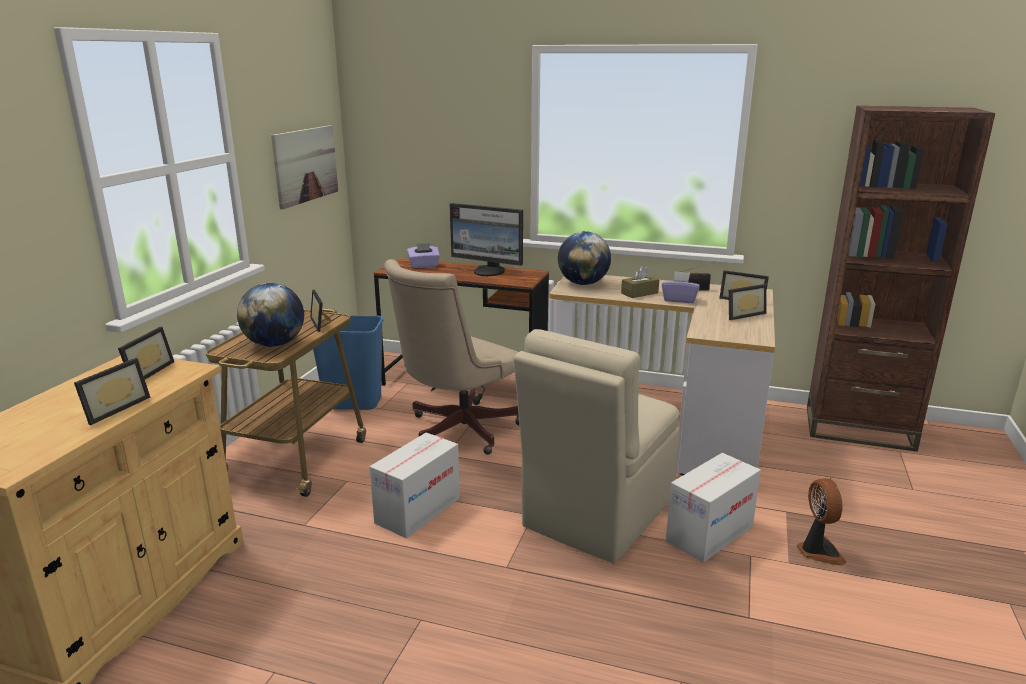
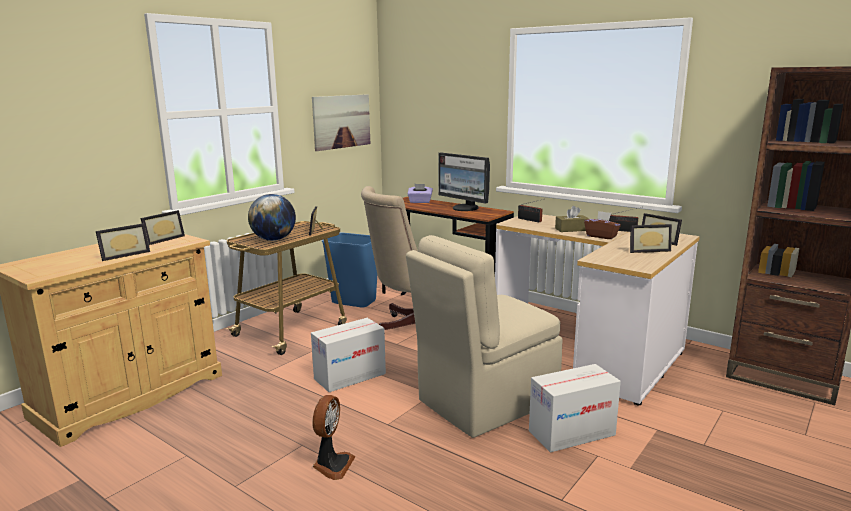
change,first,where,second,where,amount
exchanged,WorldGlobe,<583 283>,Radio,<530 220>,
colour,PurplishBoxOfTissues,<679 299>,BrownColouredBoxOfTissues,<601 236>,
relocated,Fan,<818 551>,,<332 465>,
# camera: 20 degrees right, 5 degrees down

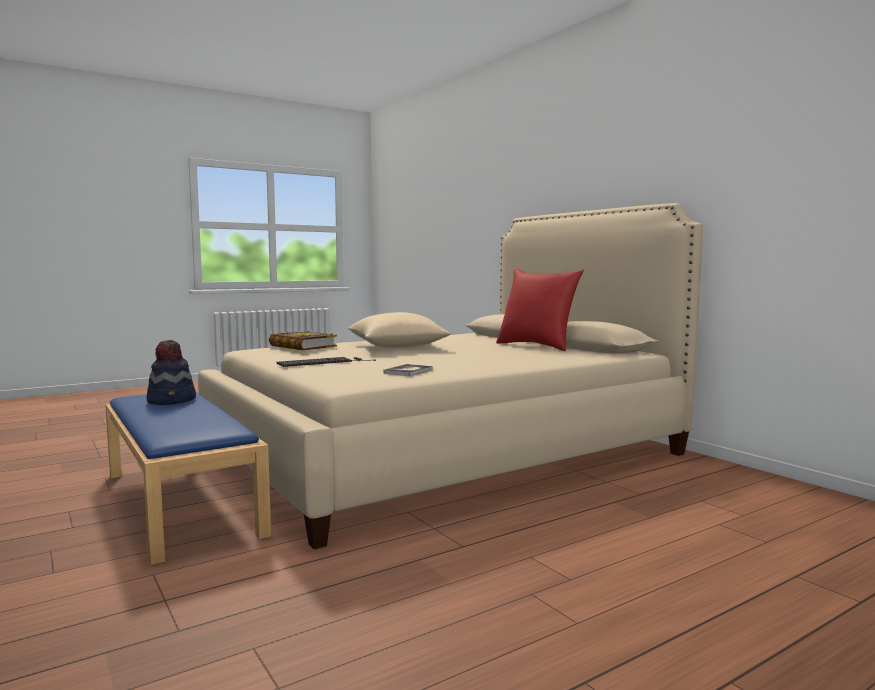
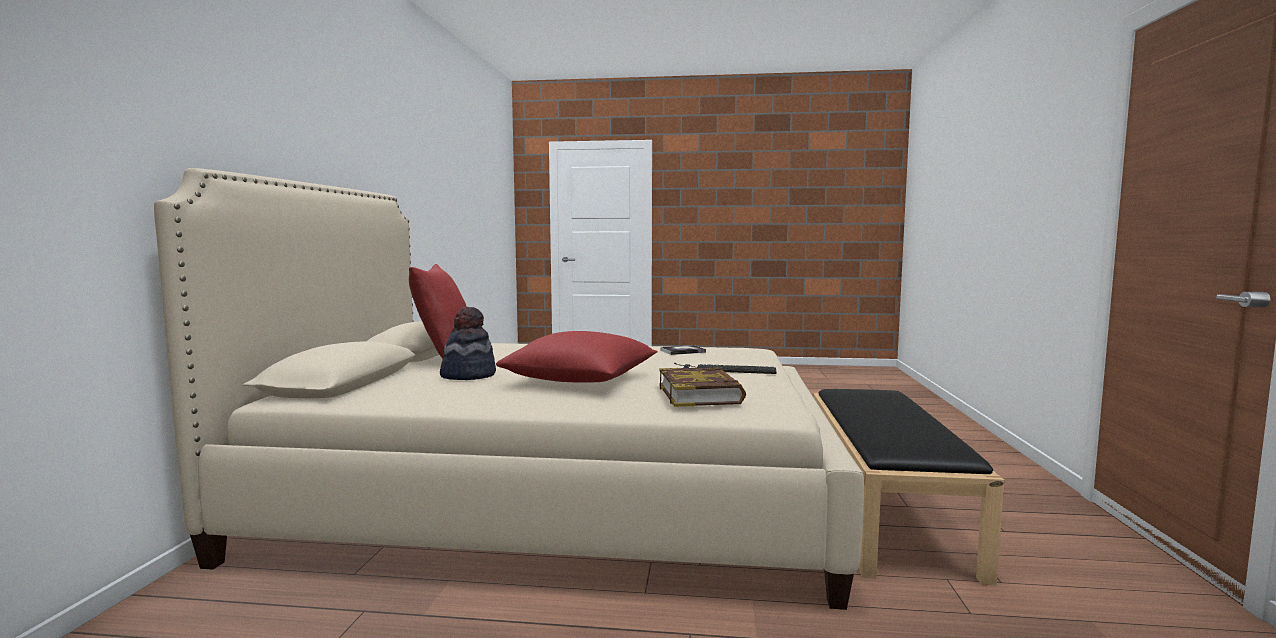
change,first,where,second,where,amount
colour,BlueColouredBench,<181 502>,BlackBench,<881 509>,
relocated,WearableHat,<172 401>,,<468 375>,
colour,SandColouredPillow,<397 347>,ReddishPillow,<581 380>,
# camera: 140 degrees left, 0 degrees up

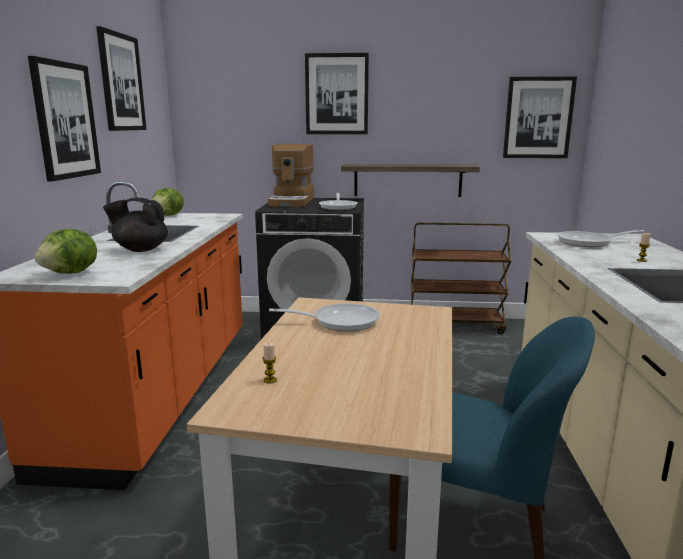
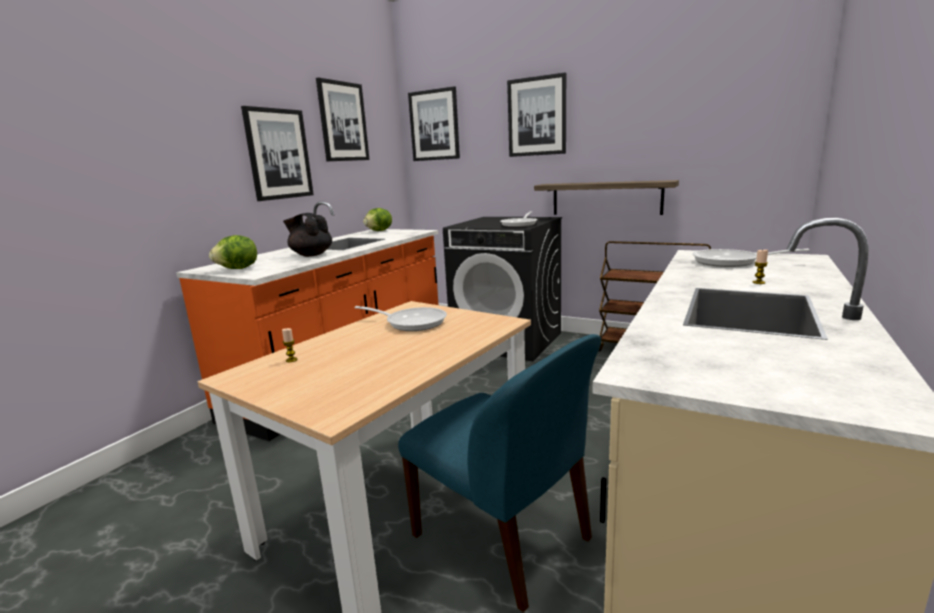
change,first,where,second,where,amount
missing,CoffeeMachine,<292 202>,,,
relocated,Picture,<538 118>,,<434 125>,
# camera: 25 degrees right, 0 degrees up

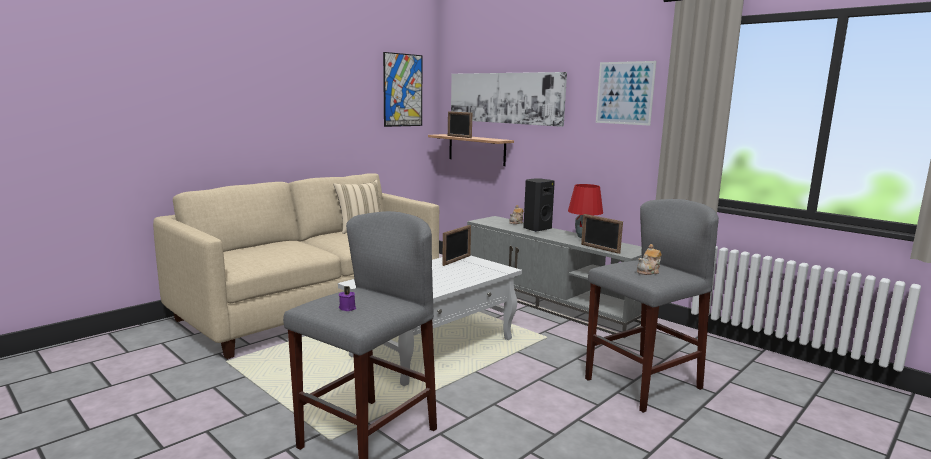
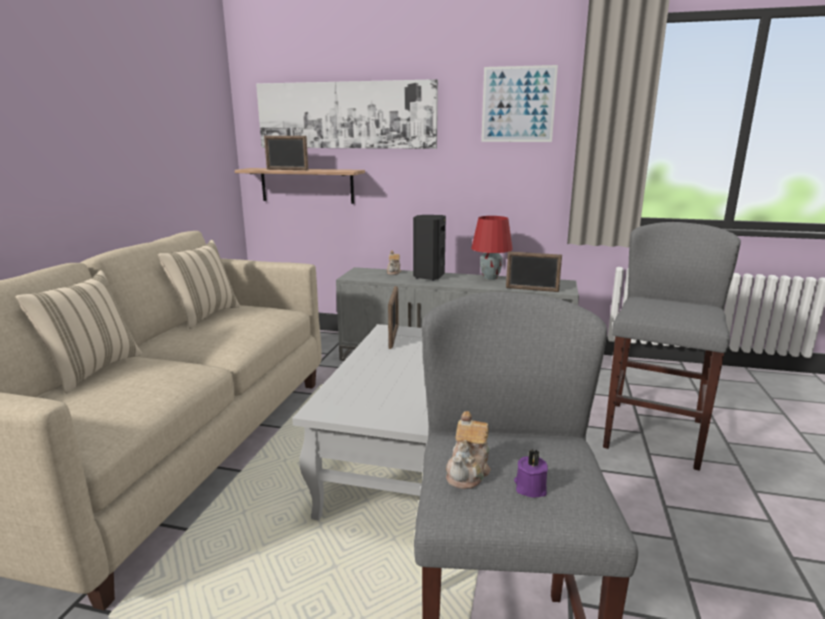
change,first,where,second,where,amount
missing,Picture,<403 90>,,,
relocated,TeaPot,<648 272>,,<468 471>,
appeared,,,SandColouredPillow,<92 370>,
# camera: 30 degrees left, 5 degrees up

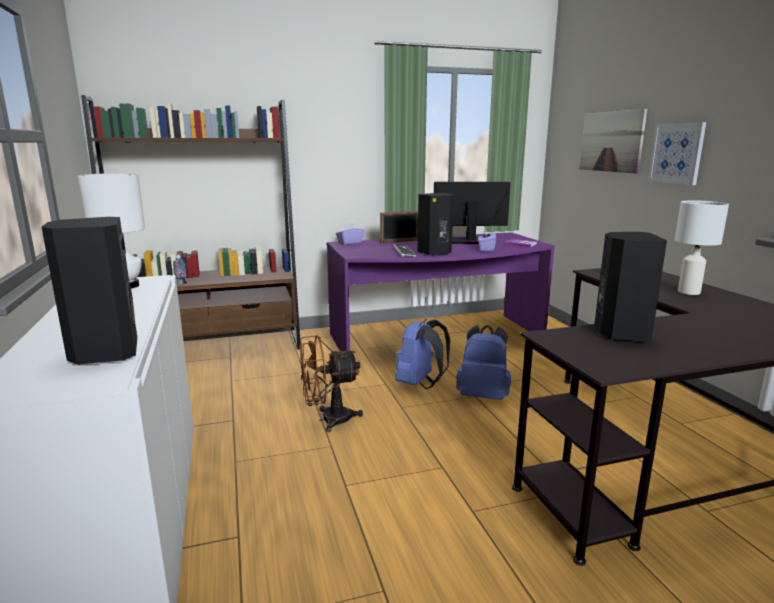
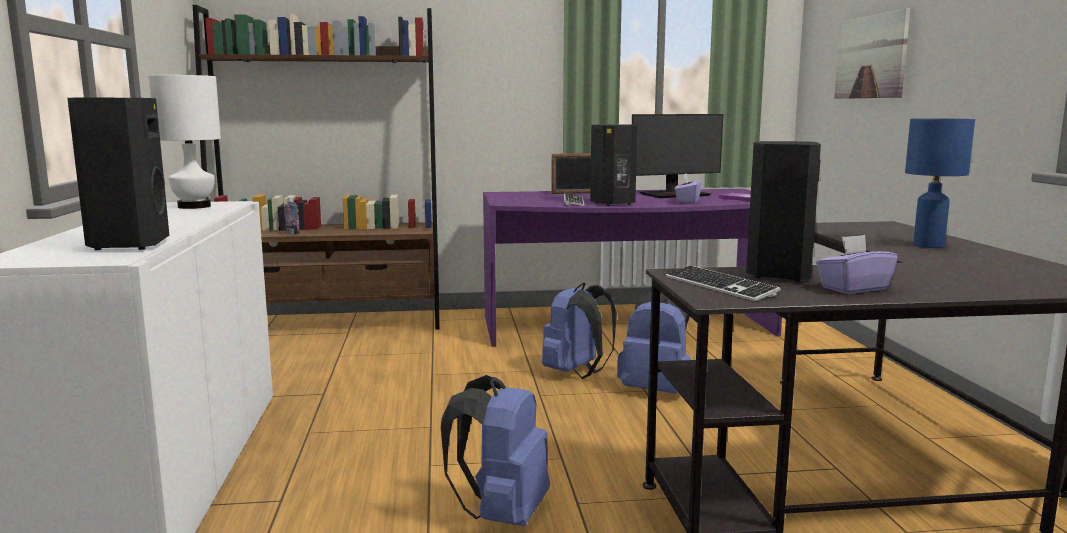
change,first,where,second,where,amount
missing,BrownColouredFan,<328 420>,,,
relocated,PurplishBoxOfTissues,<350 243>,,<853 288>,
spun,ComputerDisplay,<469 241>,,<674 194>,150 degrees clockwise
missing,Picture,<677 153>,,,
colour,WhiteTabletopLamp,<688 292>,BlueColouredTabletopLamp,<927 245>,
appeared,,,BlueColouredRucksack,<502 514>,
appeared,,,PcKeyboard,<719 286>,
# camera: 10 degrees right, 5 degrees down

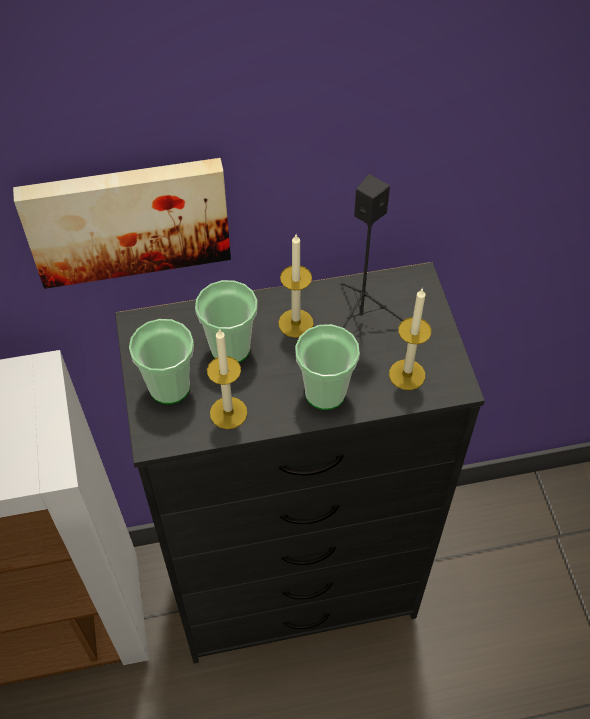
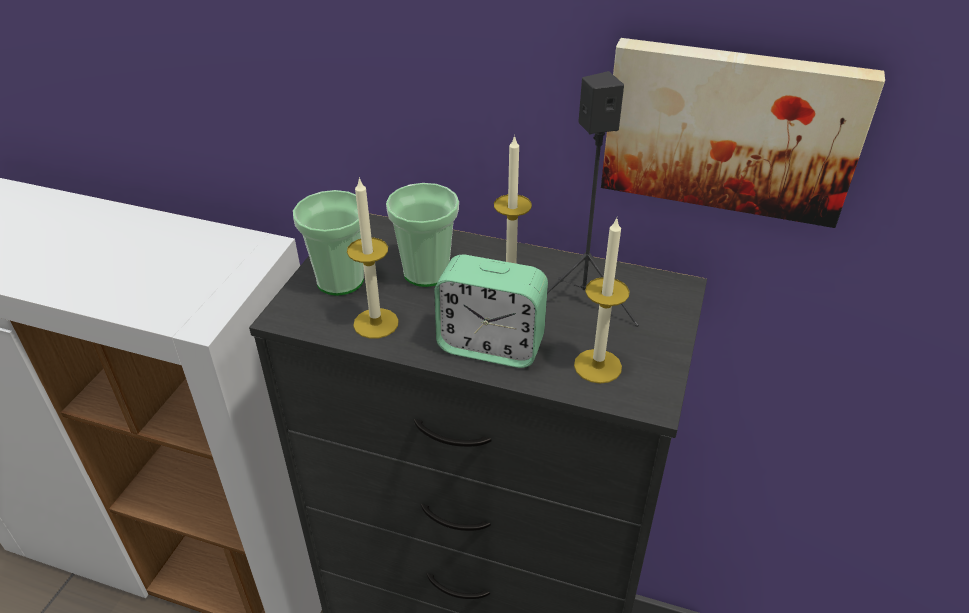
change,first,where,second,where,amount
relocated,Picture,<127 218>,,<730 129>,
exchanged,Cup,<325 392>,AlarmClock,<491 346>,
# camera: 30 degrees right, 15 degrees down

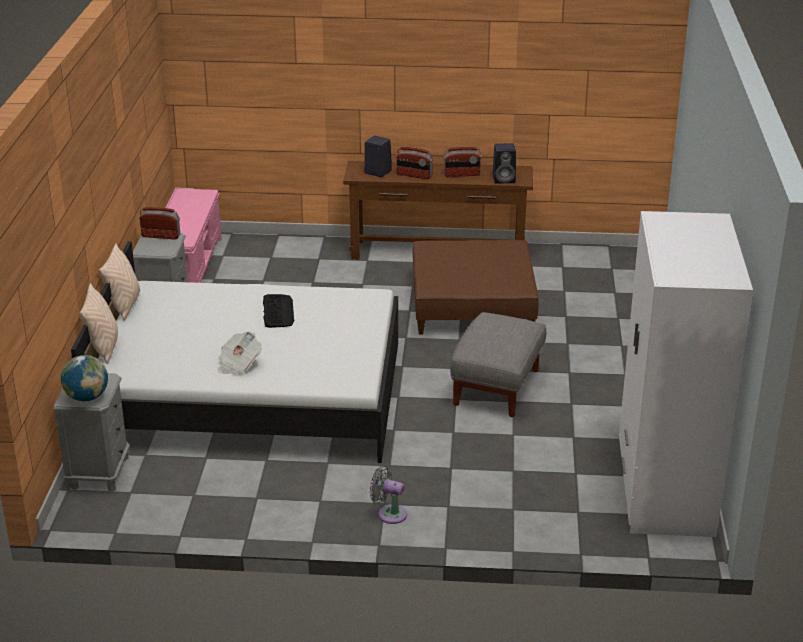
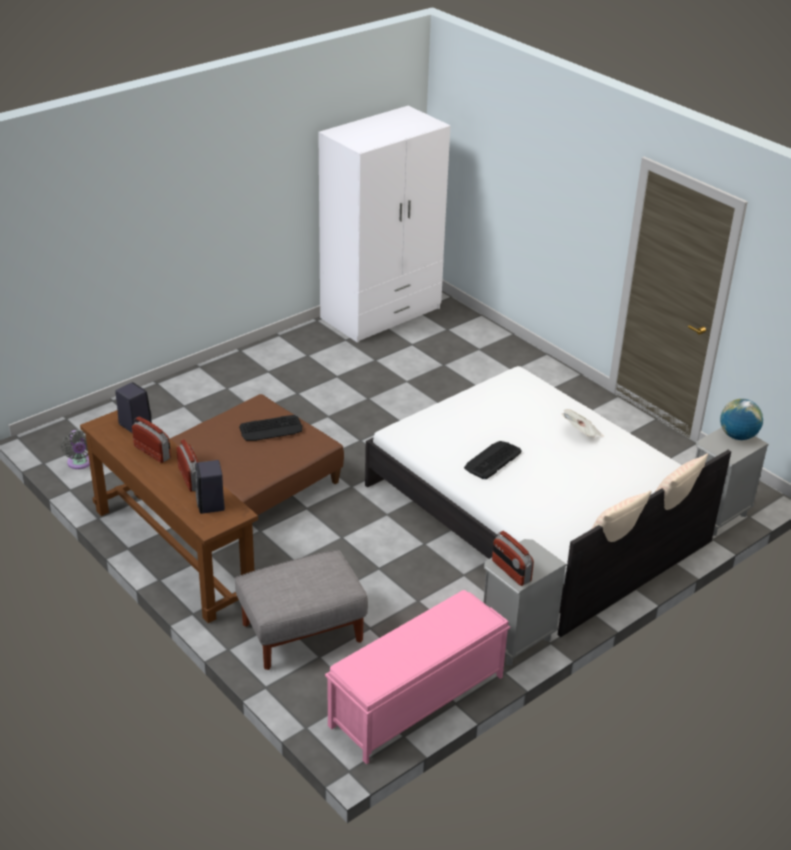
change,first,where,second,where,amount
relocated,GrayFan,<389 513>,,<80 463>,
relocated,GrayOttoman,<496 388>,,<303 632>,
appeared,,,PcKeyboard,<271 429>,
# camera: 135 degrees left, 5 degrees up

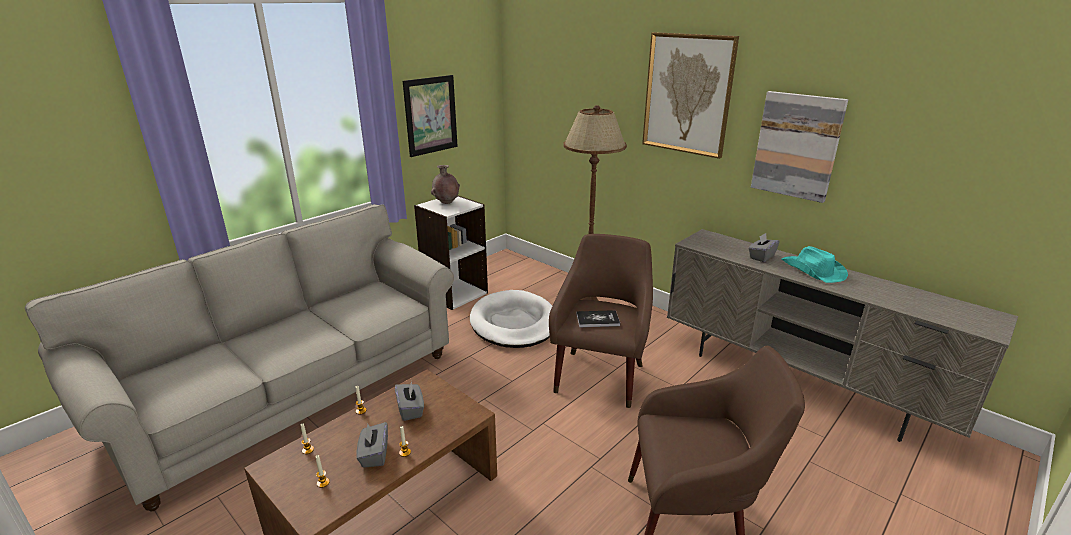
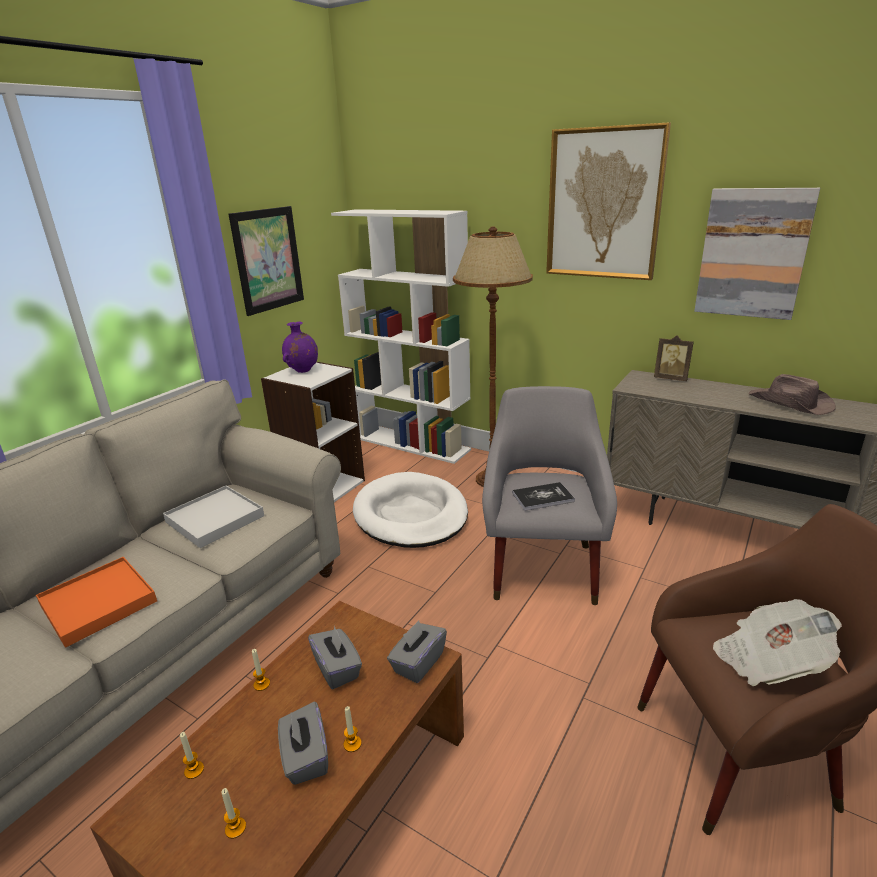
change,first,where,second,where,amount
colour,BrownColouredVase,<446 202>,PurplishVase,<302 371>,
colour,BrownColouredLoungeChair,<600 374>,GrayLoungeChair,<543 565>,
relocated,GrayBoxOfTissues,<761 257>,,<418 663>,
colour,TurquoiseWearableHat,<813 271>,BrownColouredWearableHat,<790 403>,
appeared,,,OrangeyServingTray,<98 603>,
appeared,,,WhiteServingTray,<215 519>,
appeared,,,WhiteShelvingUnit,<412 444>,
appeared,,,StandingFrame,<671 378>,
appeared,,,PrintedPaper,<768 661>,
# camera: 10 degrees left, 0 degrees up

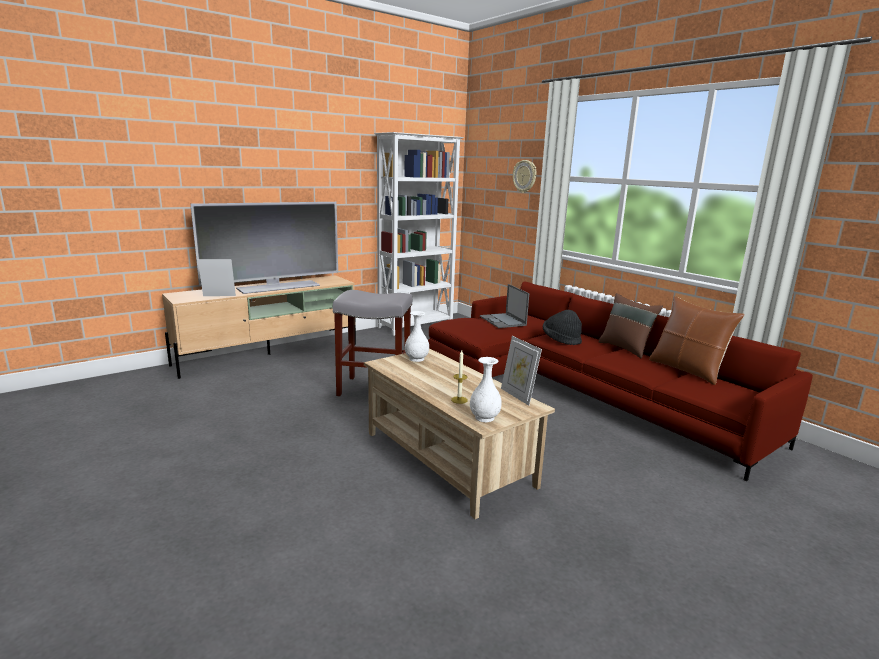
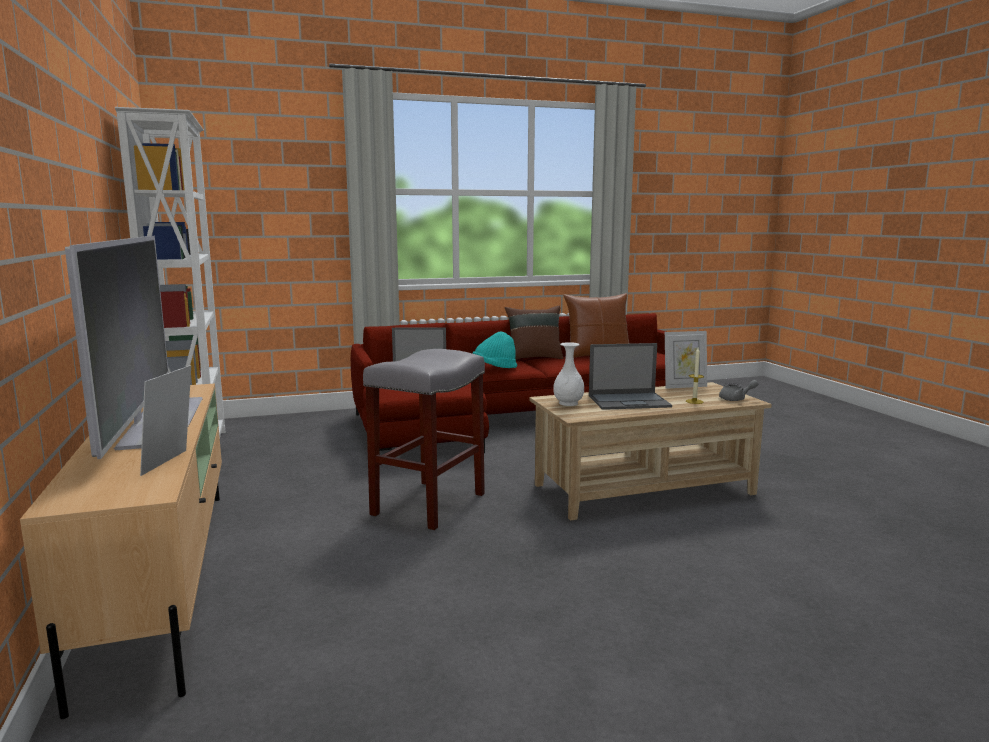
change,first,where,second,where,amount
exchanged,WhiteVase,<485 418>,GrayTeaPot,<736 399>,
missing,HangingClock,<525 176>,,,
colour,BlackWearableHat,<561 340>,TurquoiseWearableHat,<494 368>,
appeared,,,Laptop,<629 401>,
# camera: 70 degrees left, 5 degrees down

